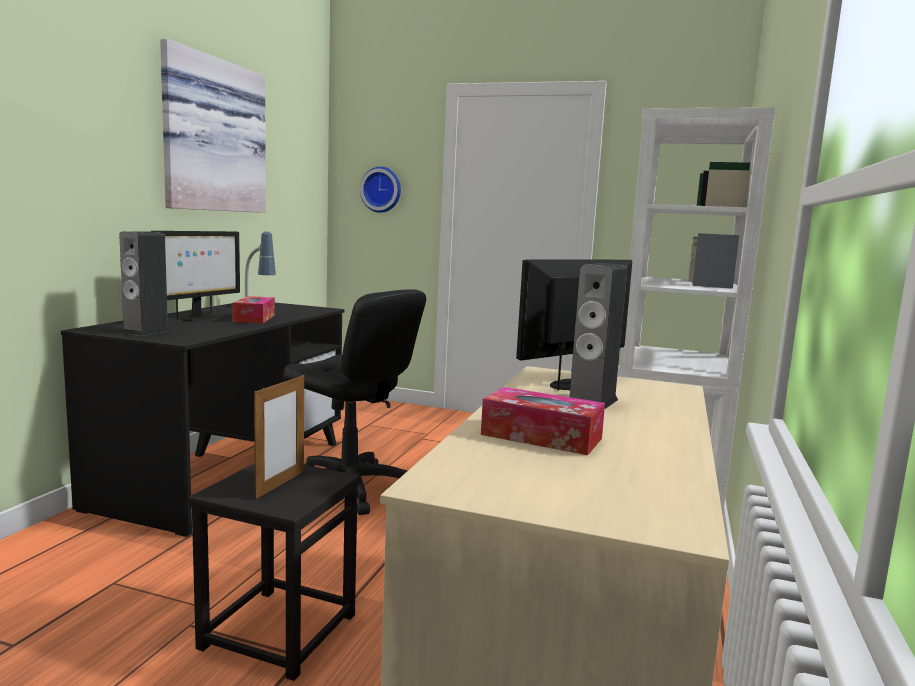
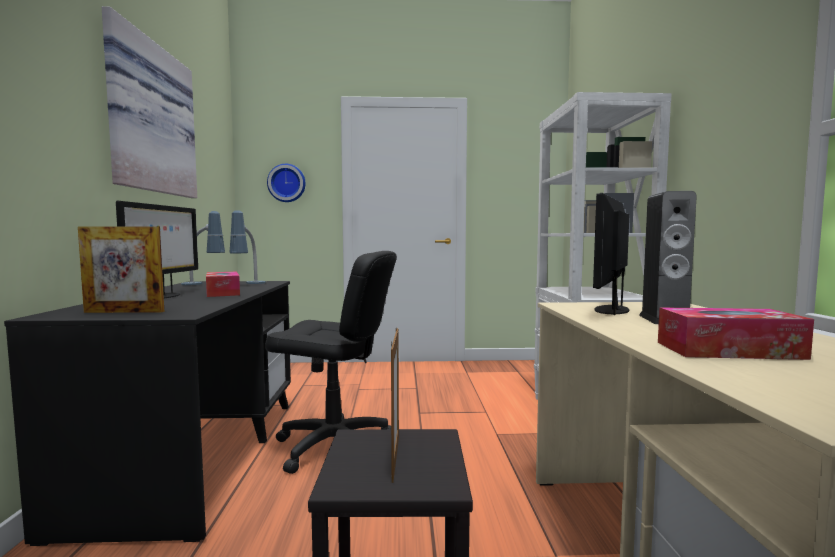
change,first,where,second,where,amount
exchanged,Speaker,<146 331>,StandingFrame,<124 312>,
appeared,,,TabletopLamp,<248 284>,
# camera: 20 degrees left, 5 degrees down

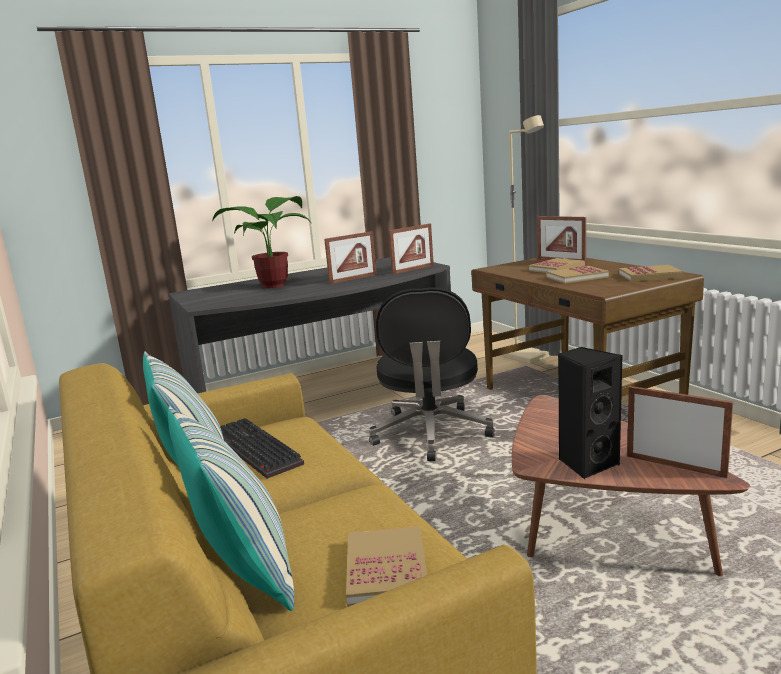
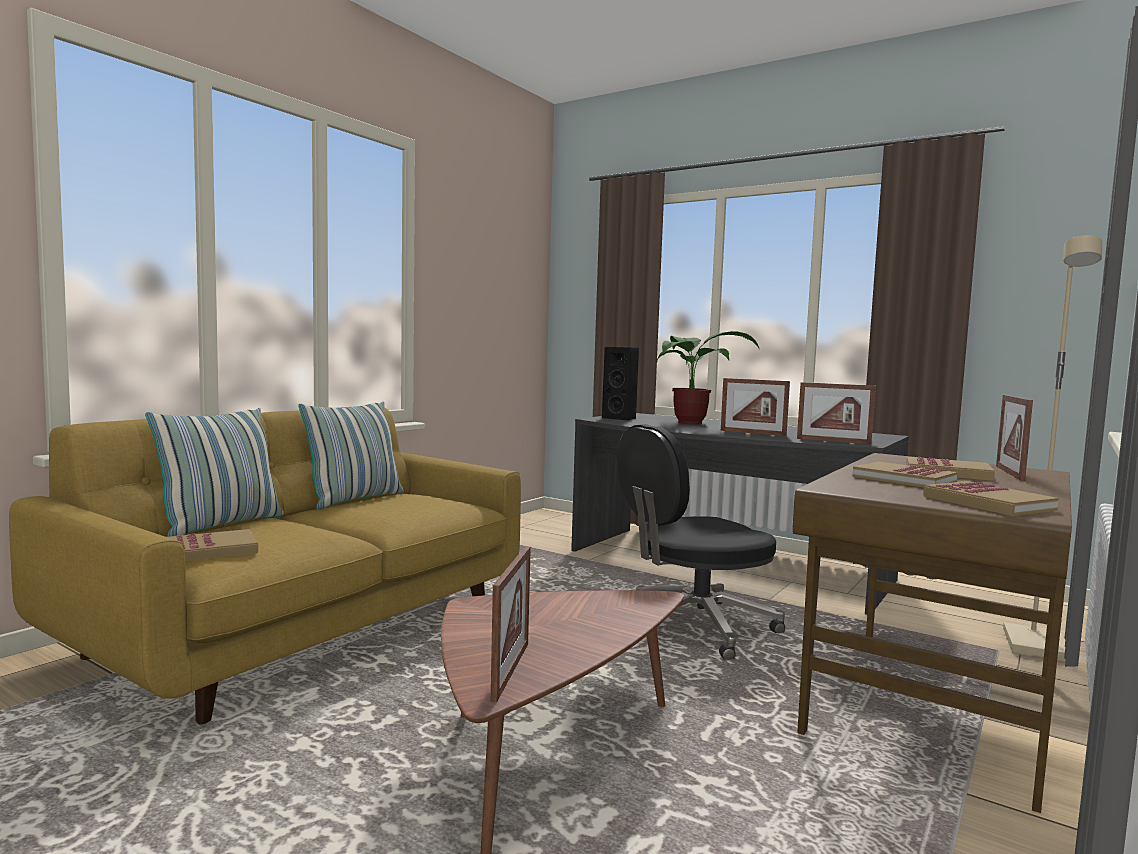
change,first,where,second,where,amount
missing,PcKeyboard,<252 450>,,,
relocated,BlackSpeaker,<586 463>,,<621 418>,
# camera: 60 degrees right, 10 degrees down

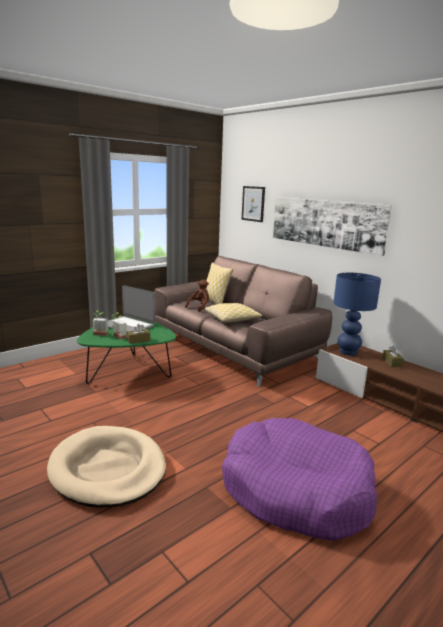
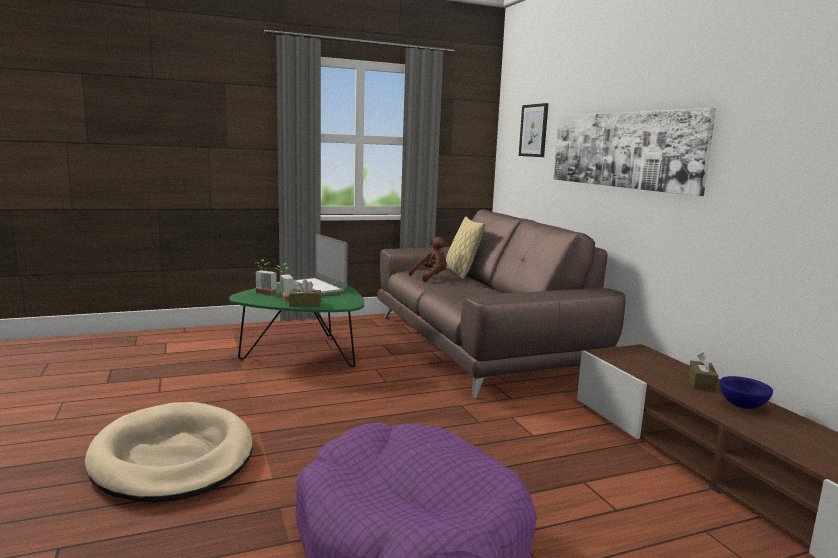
change,first,where,second,where,amount
missing,Pillow,<232 319>,,,
missing,BlueColouredTabletopLamp,<347 352>,,,
appeared,,,BlueColouredBowl,<742 405>,
# camera: 20 degrees right, 5 degrees down

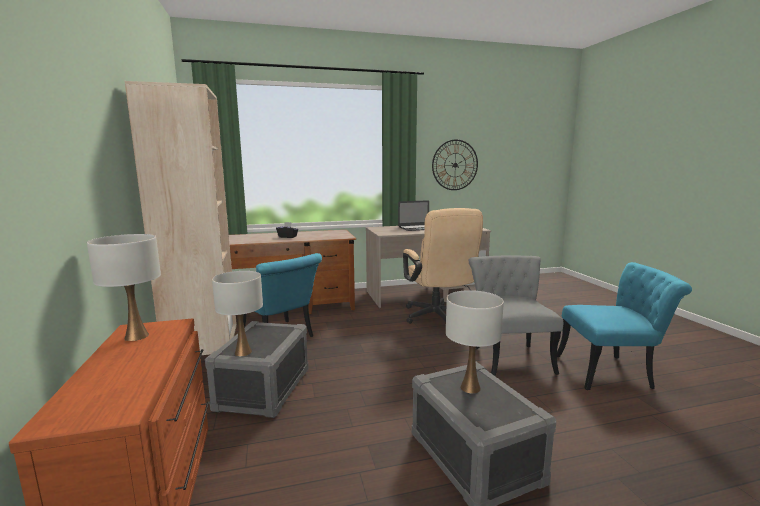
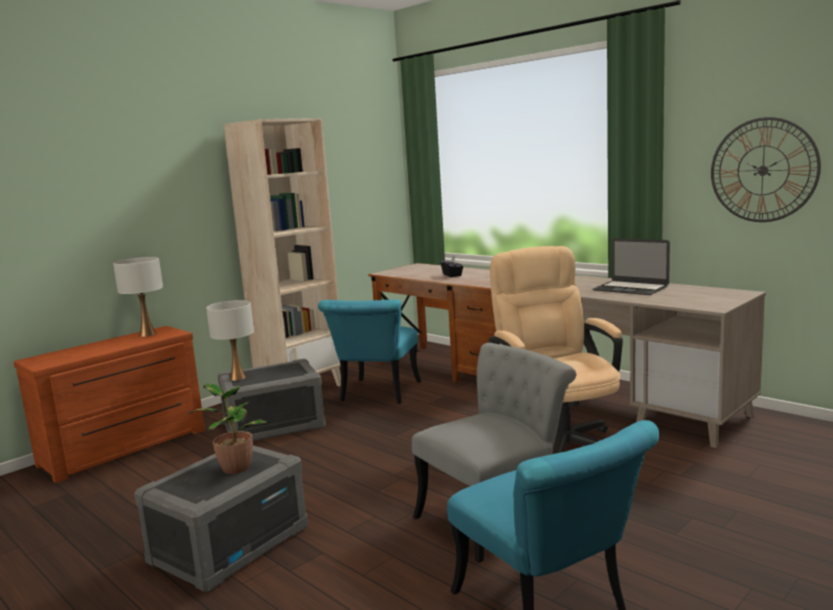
change,first,where,second,where,amount
spun,SandColouredOfficeChair,<438 318>,,<558 442>,120 degrees clockwise
exchanged,WhiteTabletopLamp,<470 388>,PlantInAPot,<234 467>,
# camera: 60 degrees right, 0 degrees up

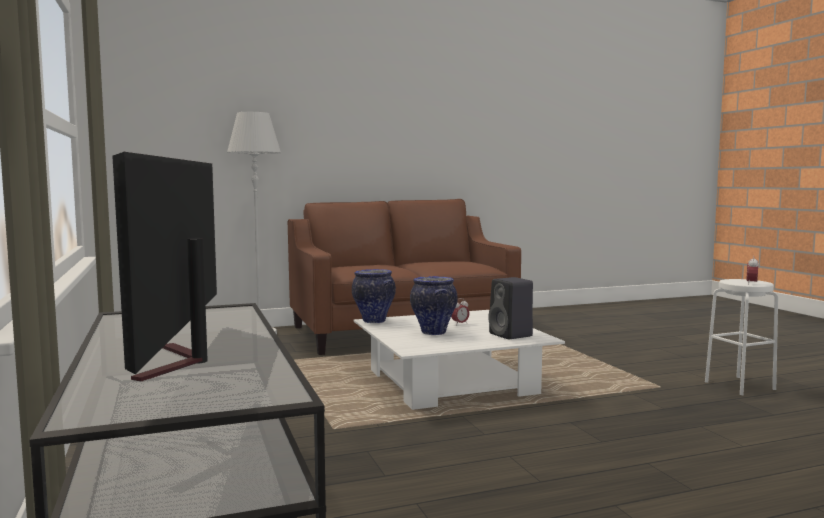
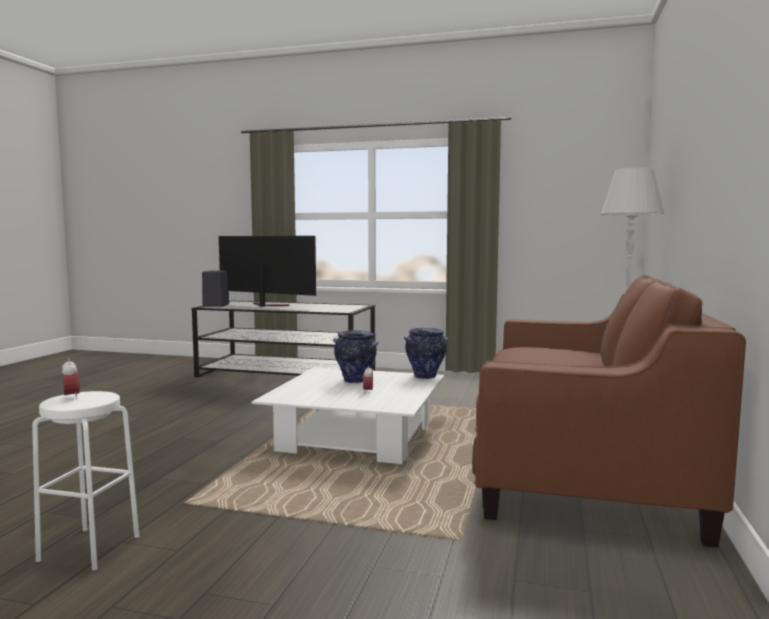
change,first,where,second,where,amount
relocated,BlackSpeaker,<511 335>,,<215 305>,
# camera: 125 degrees right, 0 degrees up

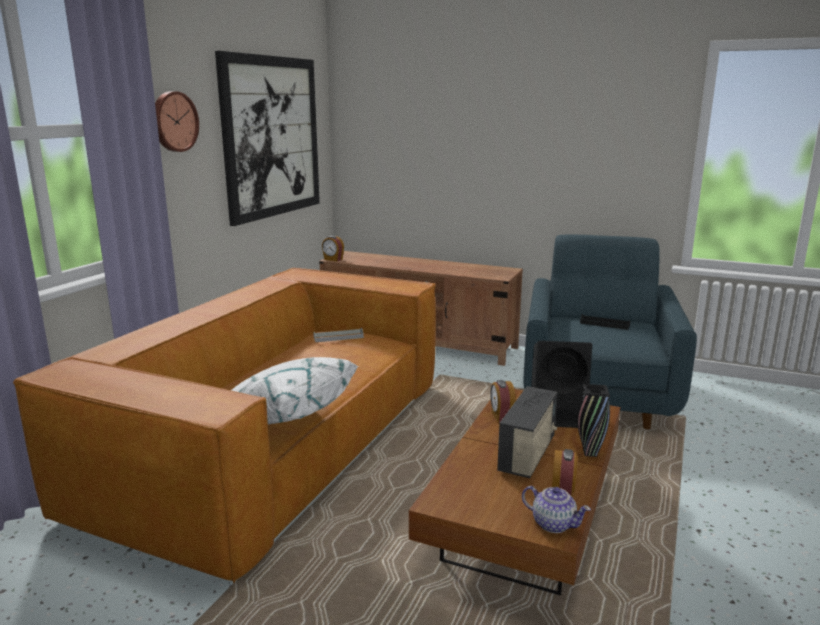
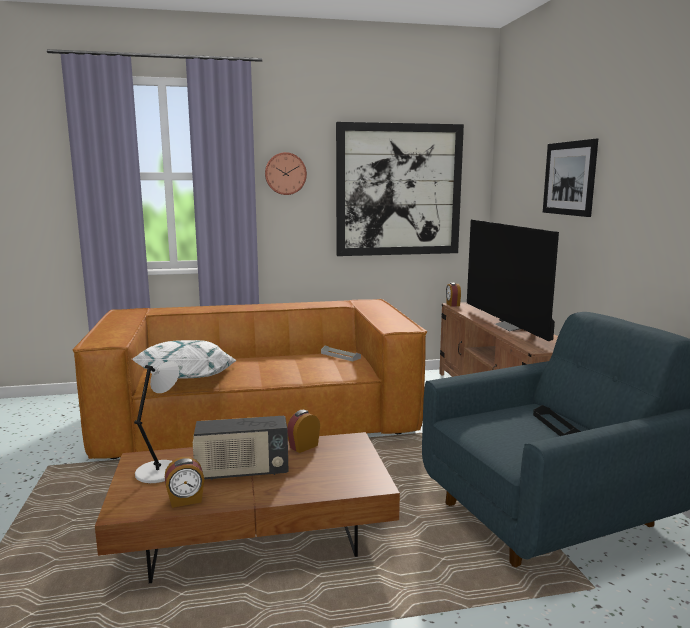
change,first,where,second,where,amount
missing,TeaPot,<553 524>,,,
missing,BlackSpeaker,<559 415>,,,
missing,BlackVase,<590 453>,,,
appeared,,,GrayTabletopLamp,<159 471>,
appeared,,,Tv,<511 327>,
appeared,,,Picture,<569 178>,
# camera: 55 degrees right, 5 degrees down

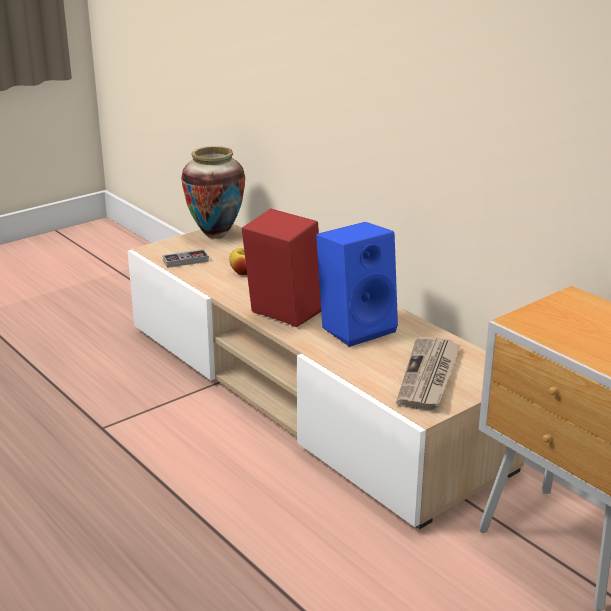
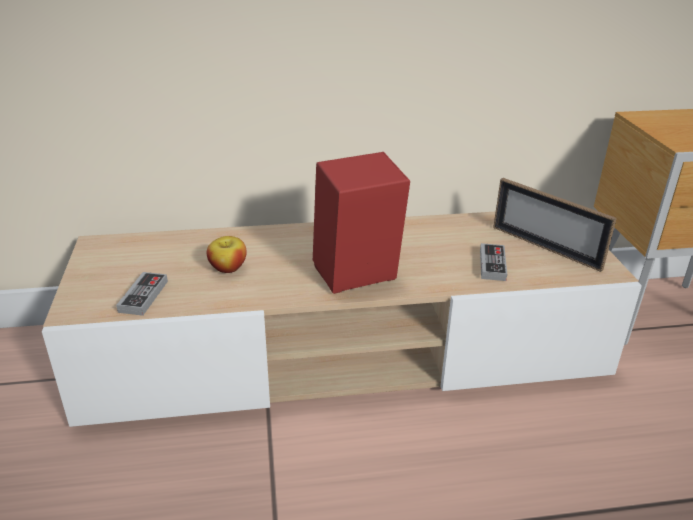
change,first,where,second,where,amount
missing,Vase,<215 235>,,,
missing,BlueColouredSpeaker,<356 327>,,,
exchanged,PrintedPaper,<429 376>,StandingFrame,<545 247>,
appeared,,,GameController,<492 265>,
# camera: 60 degrees left, 5 degrees up

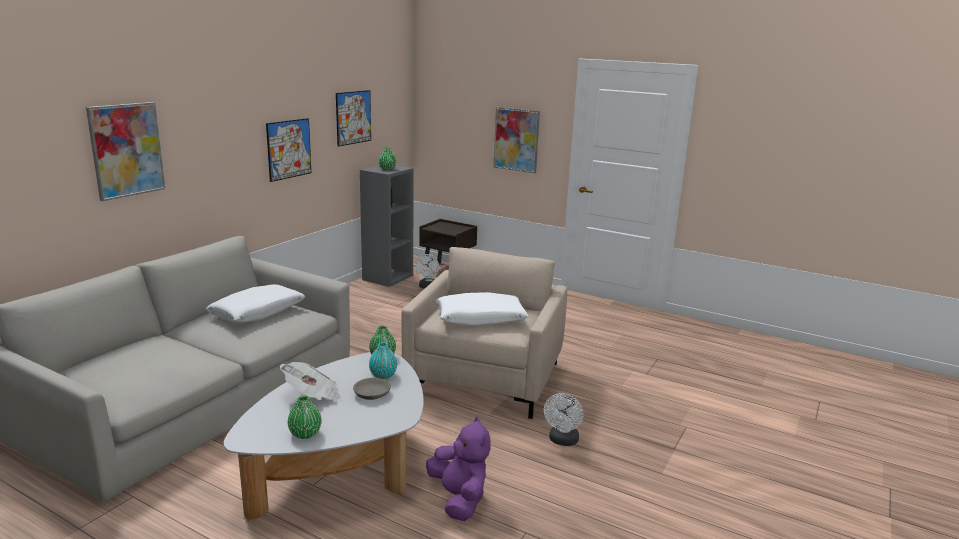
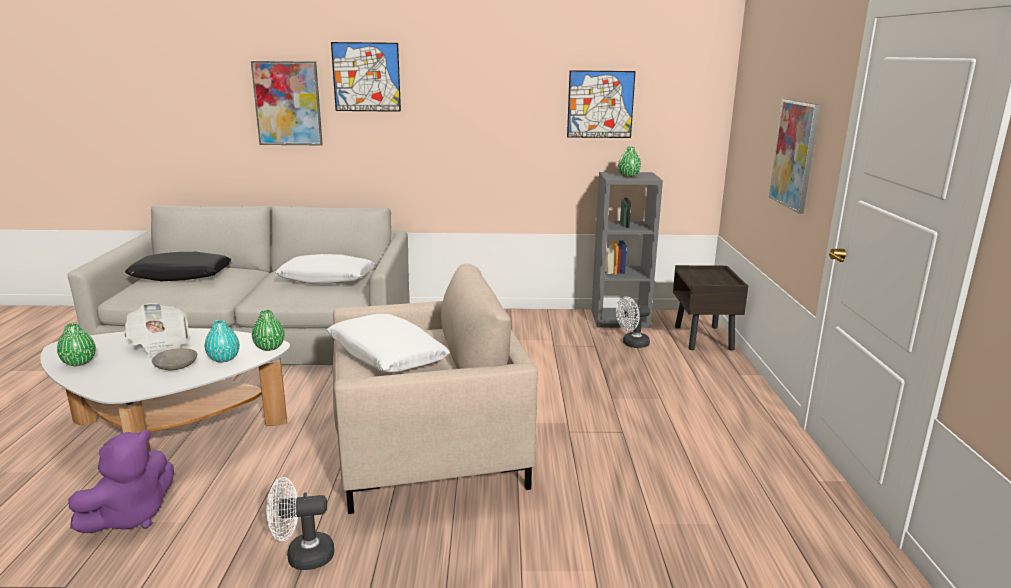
change,first,where,second,where,amount
relocated,Picture,<289 149>,,<366 77>,
appeared,,,BlackPillow,<181 276>,
# camera: 60 degrees right, 0 degrees up

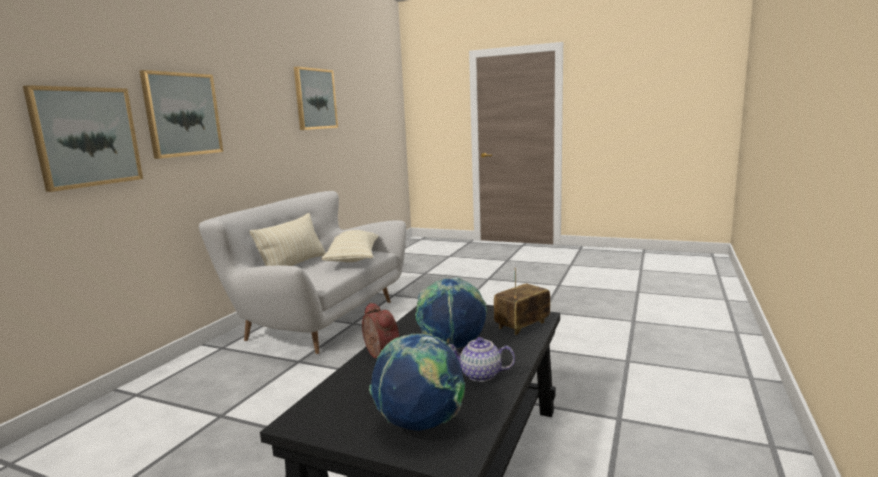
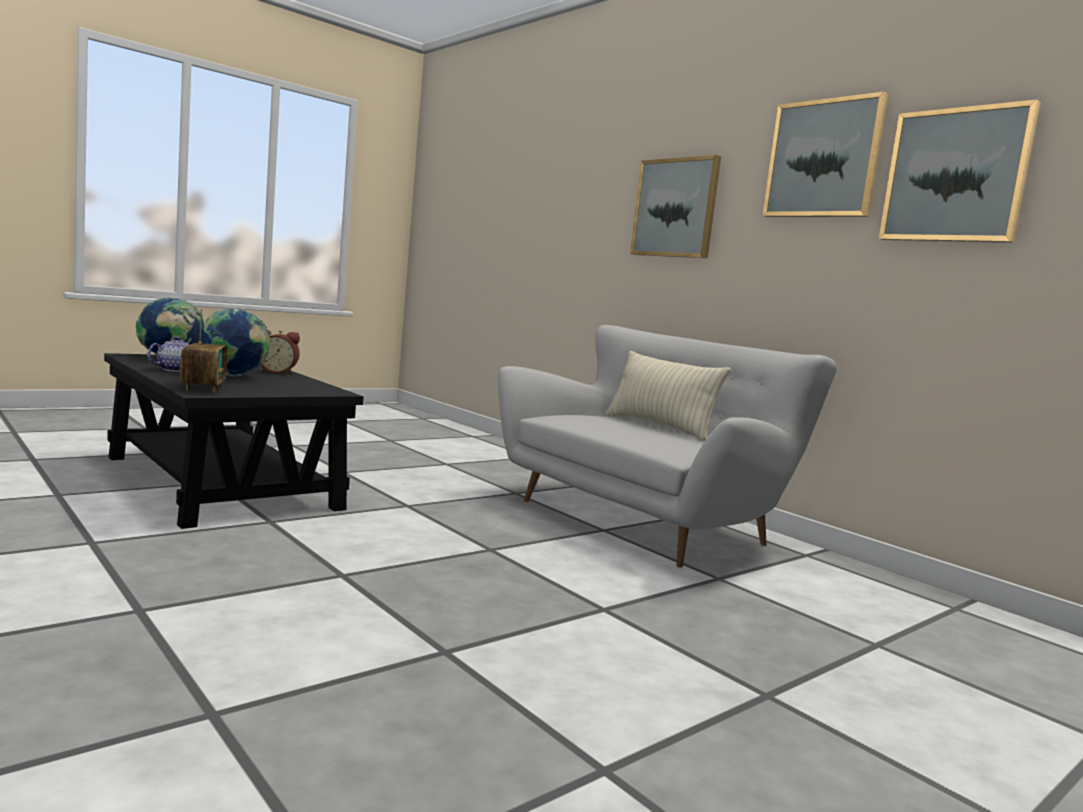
change,first,where,second,where,amount
relocated,Picture,<86 137>,,<823 159>,
missing,SandColouredPillow,<353 259>,,,
# camera: 115 degrees right, 5 degrees down

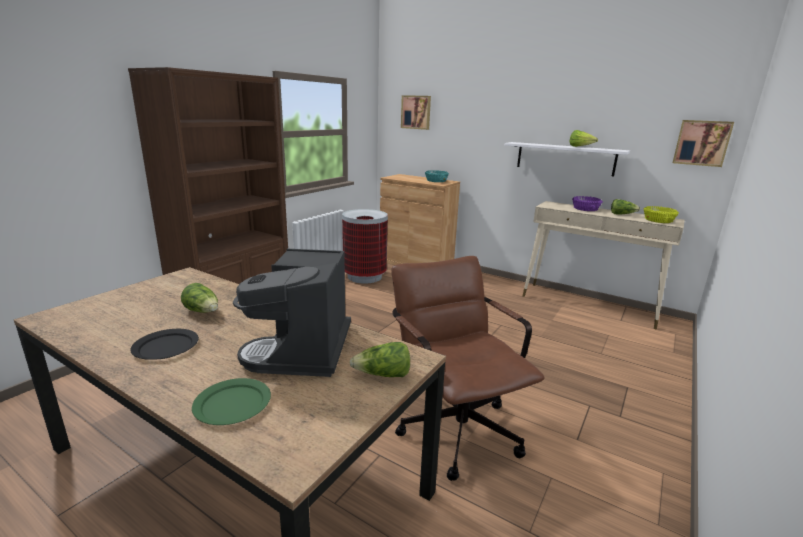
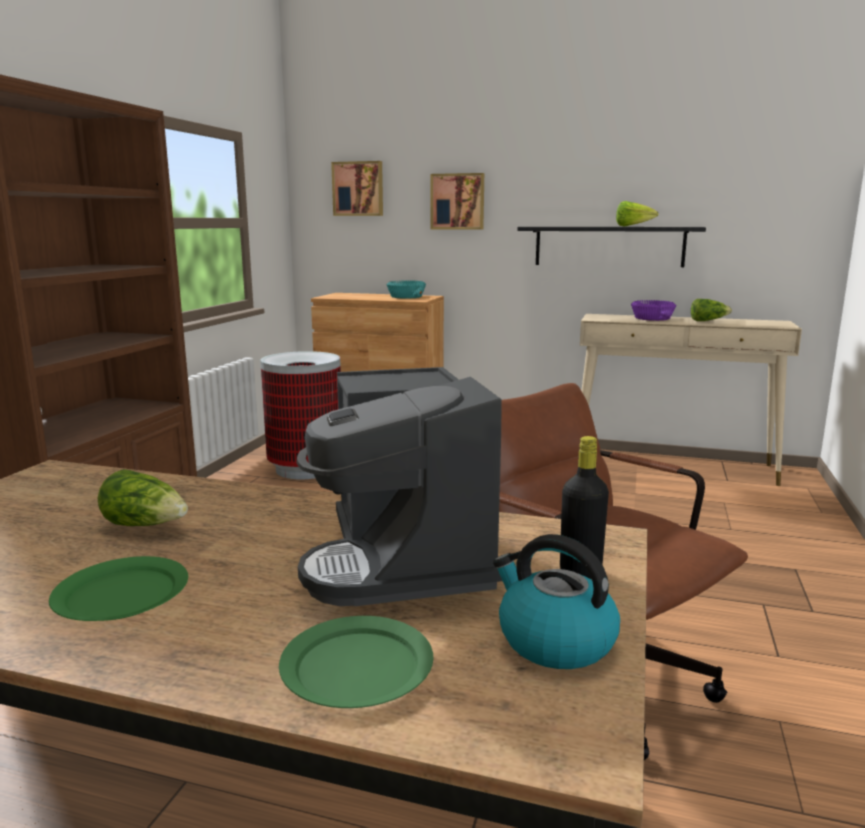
change,first,where,second,where,amount
colour,BlackDinnerPlate,<166 347>,GreenishDinnerPlate,<122 594>,
exchanged,LettuceHead,<383 375>,BlackDrinkBottle,<580 572>,
colour,WhiteShelf,<565 158>,BlackShelf,<609 246>,
missing,YellowishBowl,<657 220>,,,
relocated,Picture,<702 143>,,<457 201>,
appeared,,,TeaKettle,<554 641>,
# camera: 15 degrees left, 5 degrees down

